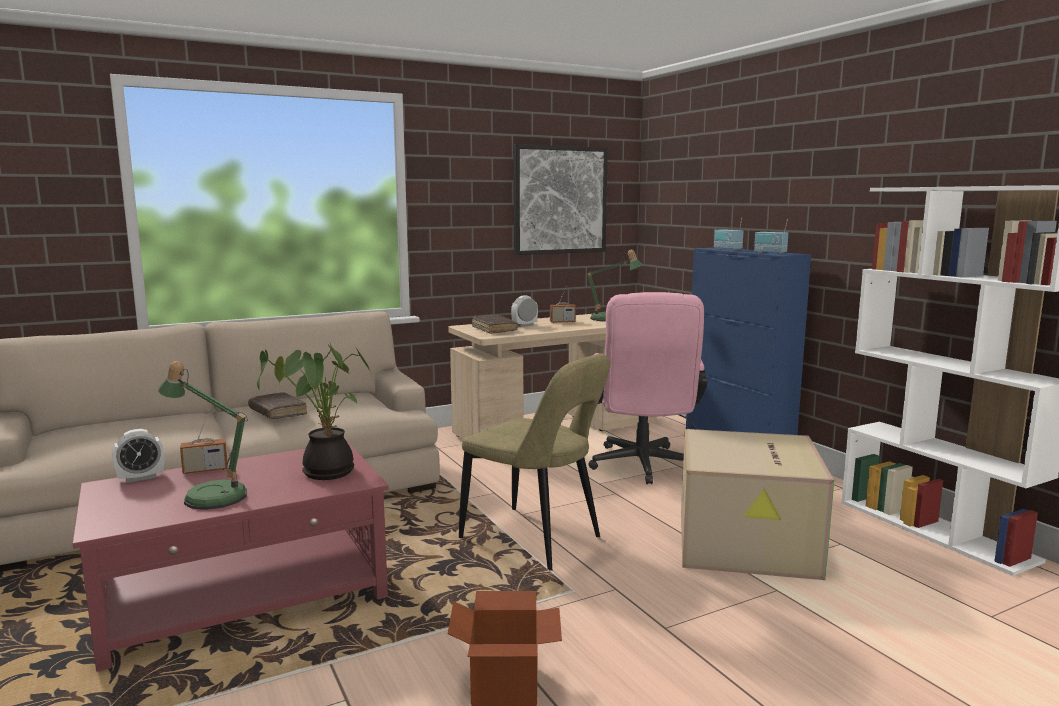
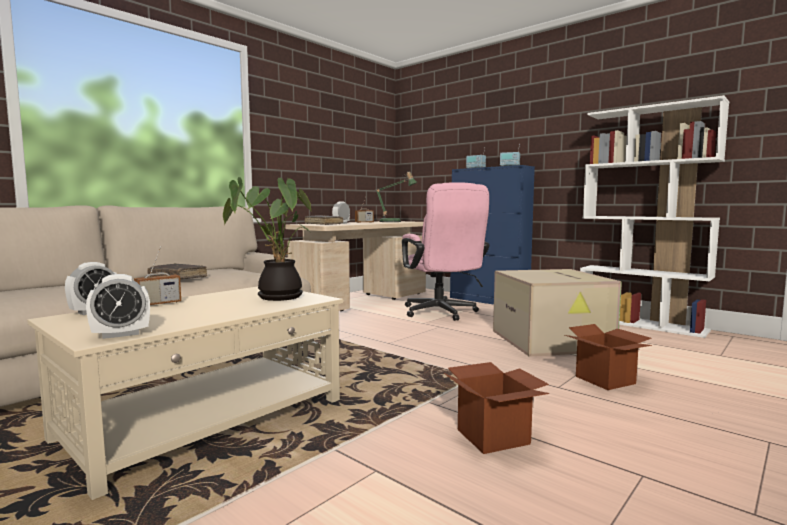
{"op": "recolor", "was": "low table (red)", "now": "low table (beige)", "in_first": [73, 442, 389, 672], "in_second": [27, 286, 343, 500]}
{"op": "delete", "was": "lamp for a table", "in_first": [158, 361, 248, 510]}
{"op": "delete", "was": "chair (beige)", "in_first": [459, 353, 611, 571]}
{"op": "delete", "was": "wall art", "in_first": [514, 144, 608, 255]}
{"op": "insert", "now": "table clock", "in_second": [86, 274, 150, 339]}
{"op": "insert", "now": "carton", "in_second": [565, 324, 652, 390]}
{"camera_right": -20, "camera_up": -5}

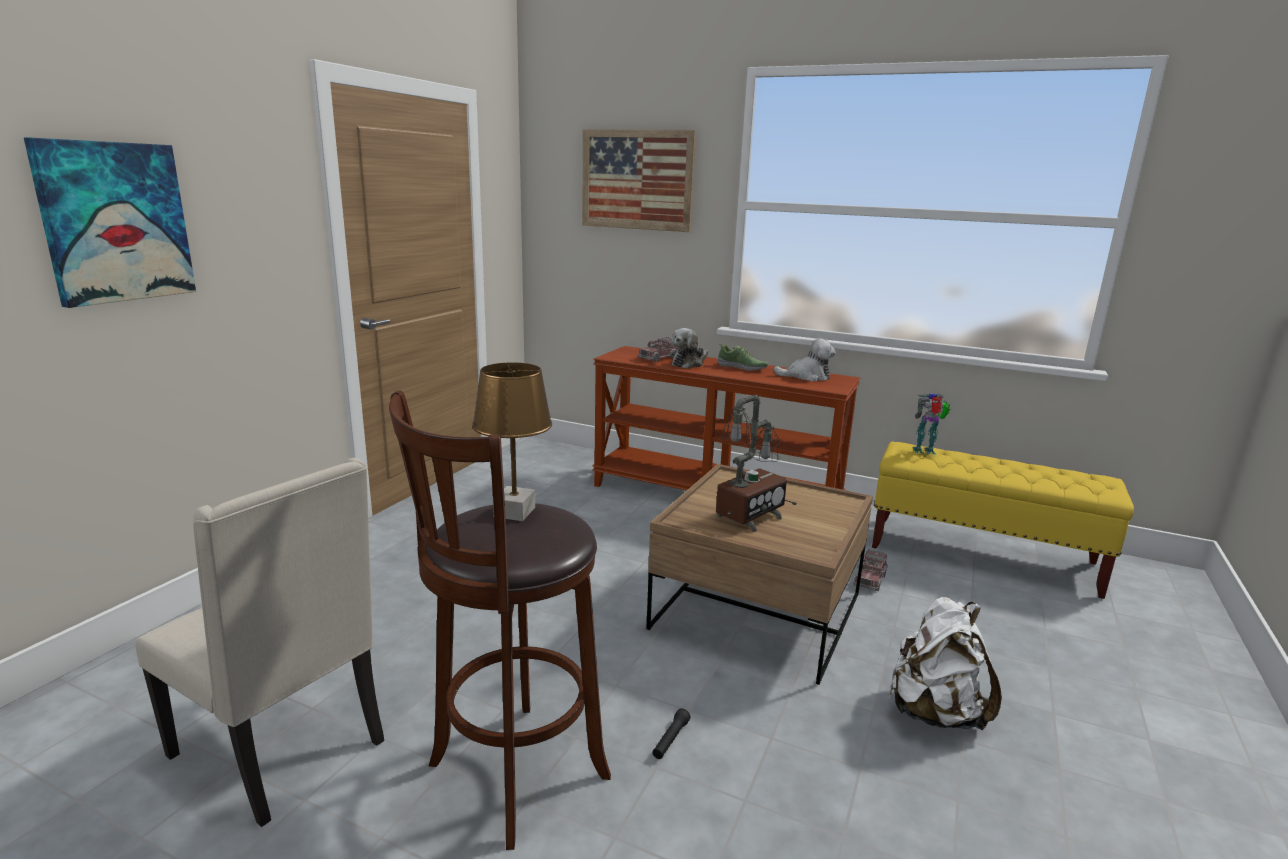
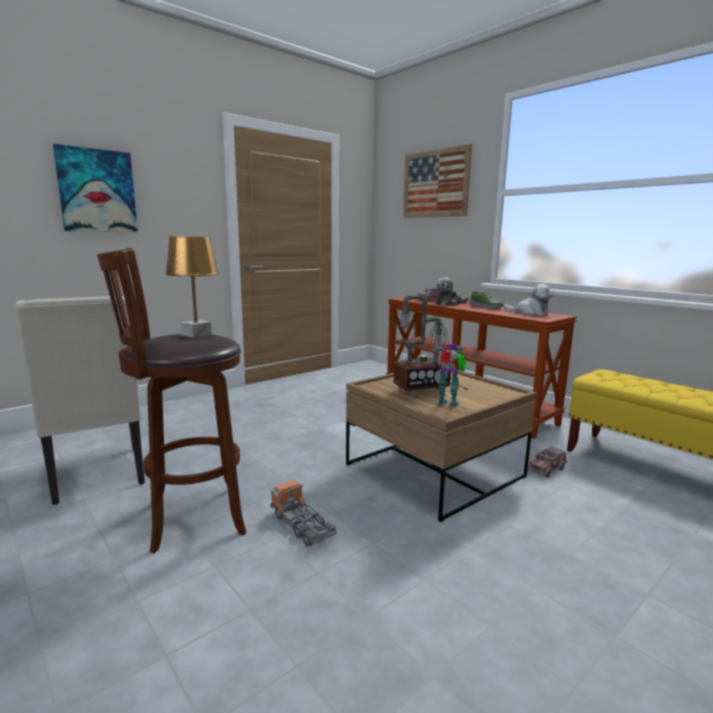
{"op": "replace", "was": "hand torch (black)", "now": "toy lorry", "in_first": [652, 708, 690, 759], "in_second": [271, 480, 337, 547]}
{"op": "delete", "was": "rucksack (white-coloured)", "in_first": [889, 597, 1002, 730]}
{"op": "move", "was": "toy robot", "in_first": [912, 393, 951, 455], "in_second": [432, 343, 467, 409]}
{"camera_right": 25, "camera_up": -5}

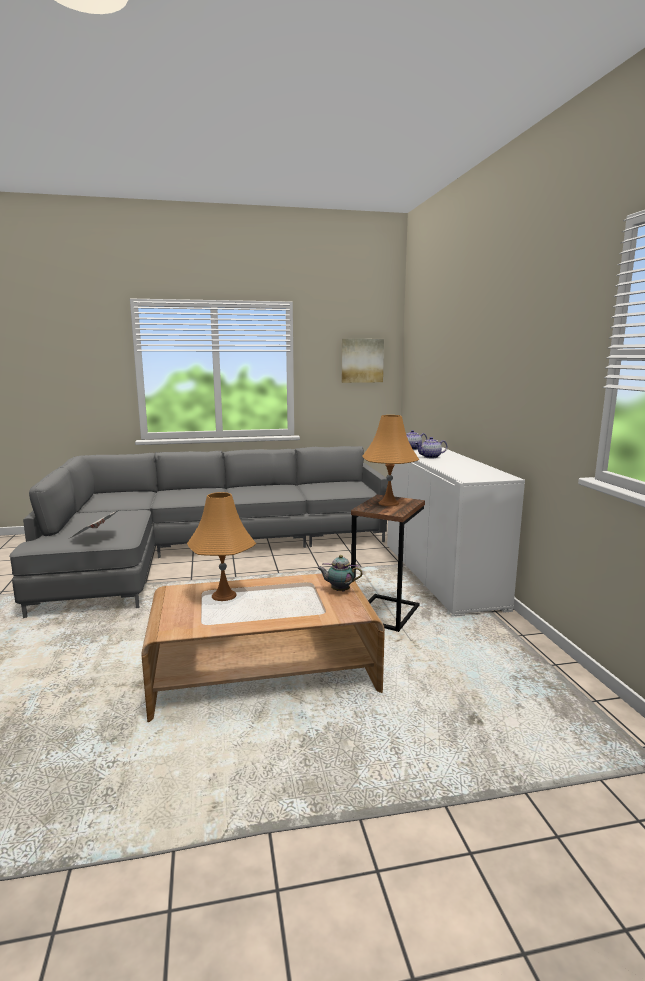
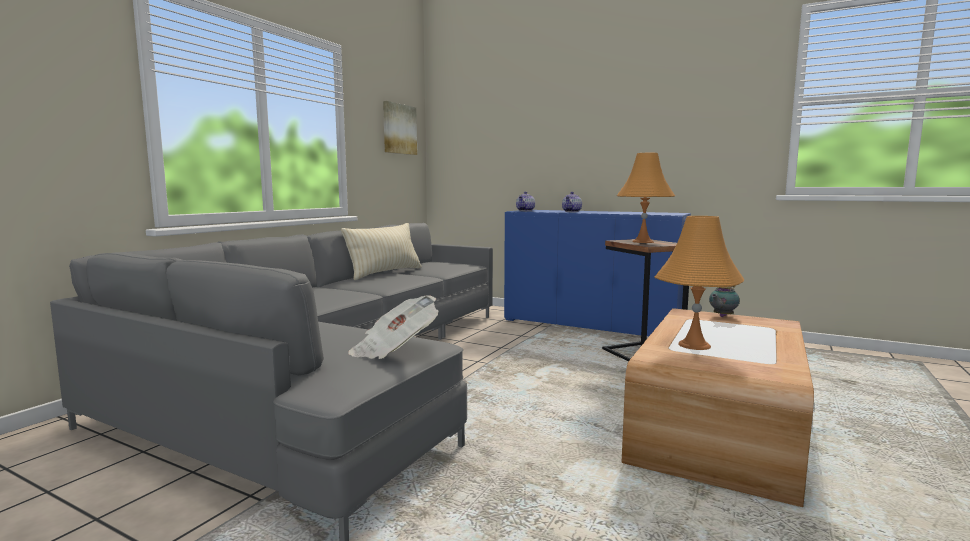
{"op": "recolor", "was": "storage cabinet (white-coloured)", "now": "storage cabinet (bluish)", "in_first": [387, 447, 525, 617], "in_second": [504, 210, 691, 336]}
{"op": "insert", "now": "throw pillow (beige)", "in_second": [341, 223, 421, 280]}
{"camera_right": -50, "camera_up": -5}

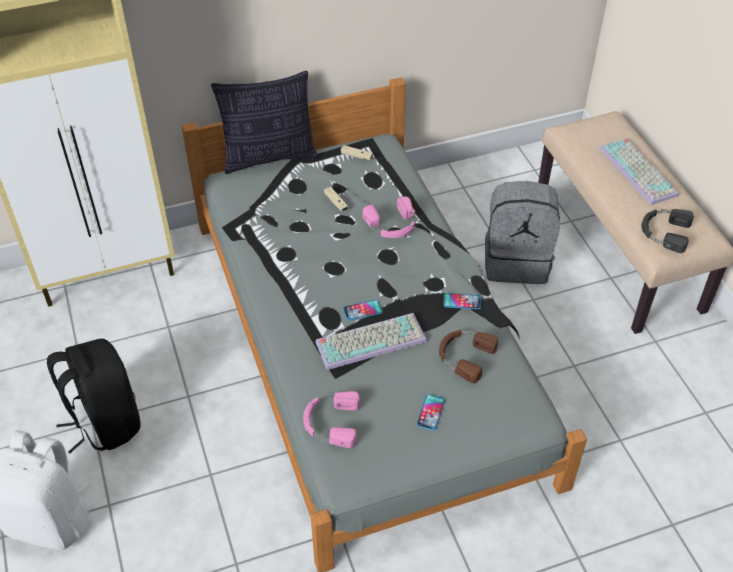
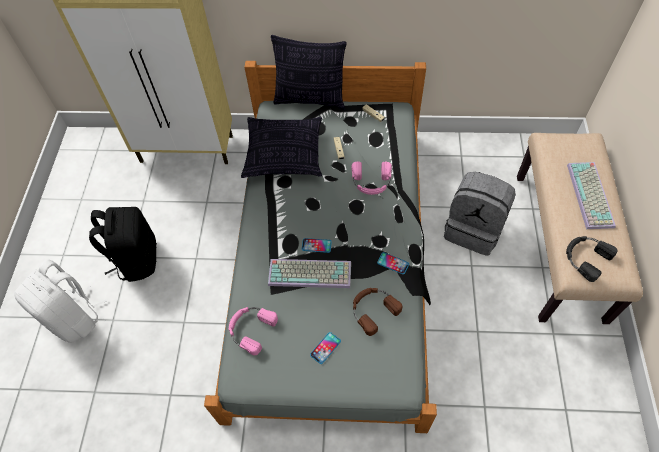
{"op": "insert", "now": "throw pillow", "in_second": [241, 117, 322, 178]}
{"camera_right": 25, "camera_up": 10}

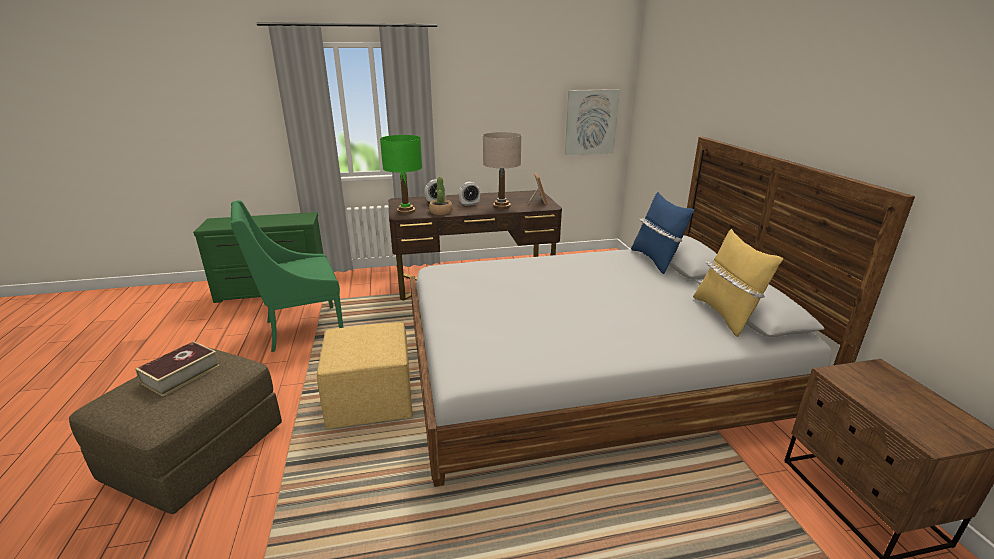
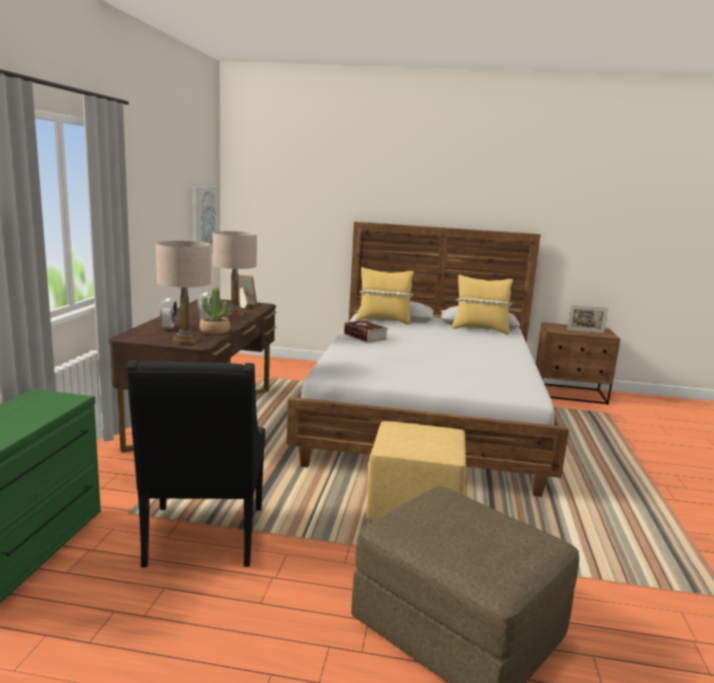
{"op": "move", "was": "book", "in_first": [135, 341, 220, 397], "in_second": [344, 320, 389, 343]}
{"op": "recolor", "was": "easy chair (green-coloured)", "now": "easy chair (black)", "in_first": [231, 200, 344, 352], "in_second": [126, 360, 265, 567]}
{"op": "recolor", "was": "lamp for a table (green-coloured)", "now": "lamp for a table (beige)", "in_first": [380, 135, 422, 214], "in_second": [156, 241, 211, 344]}
{"op": "recolor", "was": "throw pillow (bluish)", "now": "throw pillow (yellow-coloured)", "in_first": [631, 192, 694, 274], "in_second": [356, 267, 414, 325]}
{"op": "insert", "now": "standing frame", "in_second": [567, 305, 608, 333]}
{"camera_right": -70, "camera_up": -10}

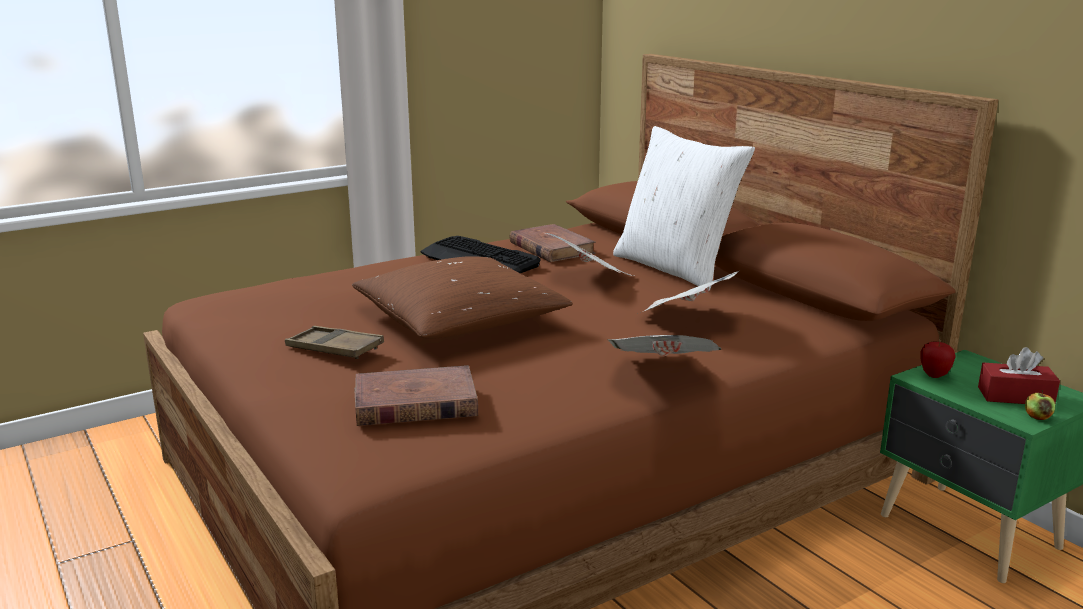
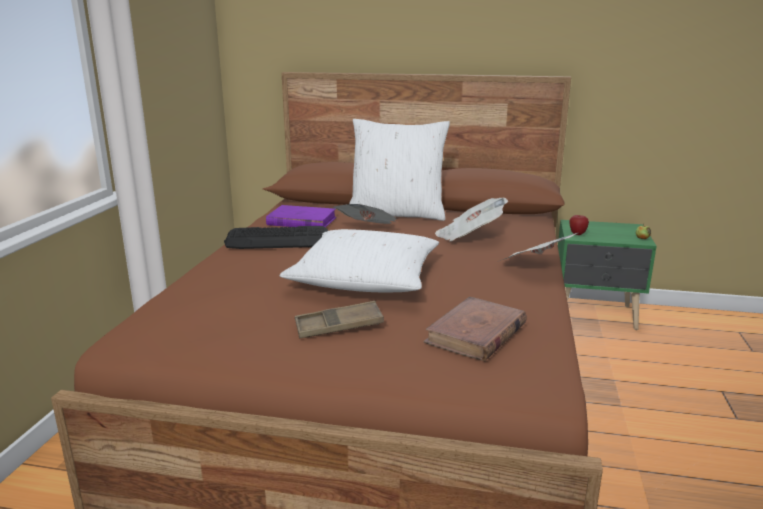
{"op": "recolor", "was": "throw pillow (brown-coloured)", "now": "throw pillow (white-coloured)", "in_first": [352, 256, 573, 339], "in_second": [279, 229, 439, 292]}
{"op": "recolor", "was": "book (brown-coloured)", "now": "book (purple)", "in_first": [509, 224, 596, 262], "in_second": [266, 205, 336, 227]}
{"op": "delete", "was": "tissue box (red)", "in_first": [978, 347, 1060, 404]}
{"camera_right": -45, "camera_up": 0}

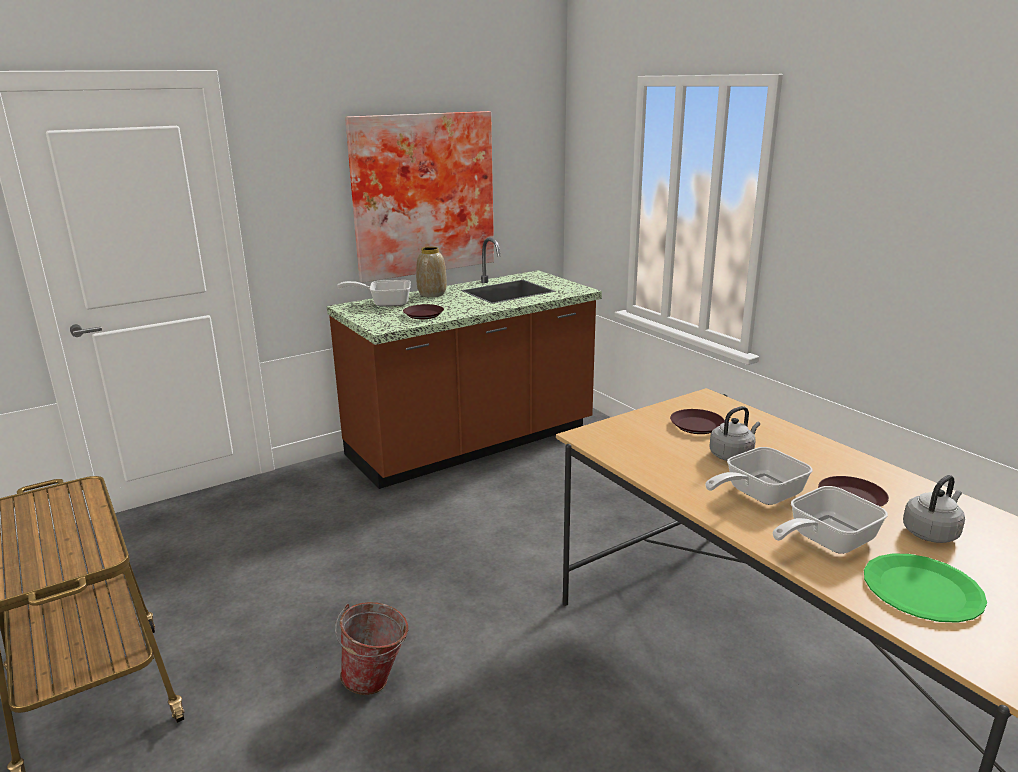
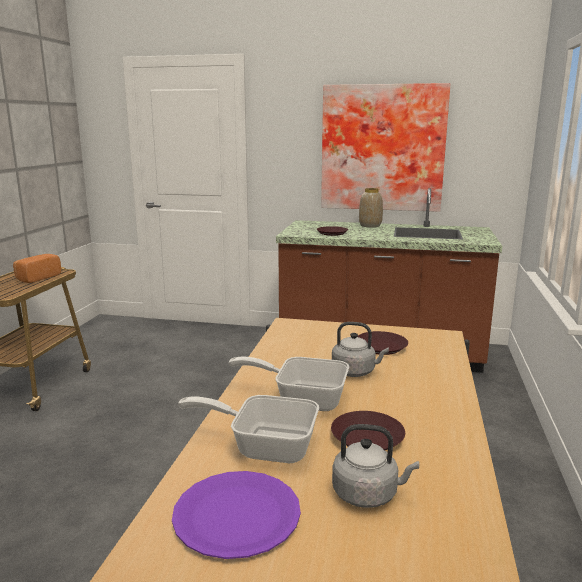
{"op": "delete", "was": "pail", "in_first": [335, 602, 409, 695]}
{"op": "delete", "was": "skillet", "in_first": [337, 280, 411, 307]}
{"op": "recolor", "was": "dinner plate (green-coloured)", "now": "dinner plate (purple)", "in_first": [864, 553, 987, 623], "in_second": [172, 471, 301, 559]}
{"op": "insert", "now": "bread", "in_second": [13, 254, 61, 283]}
{"camera_right": 45, "camera_up": -5}

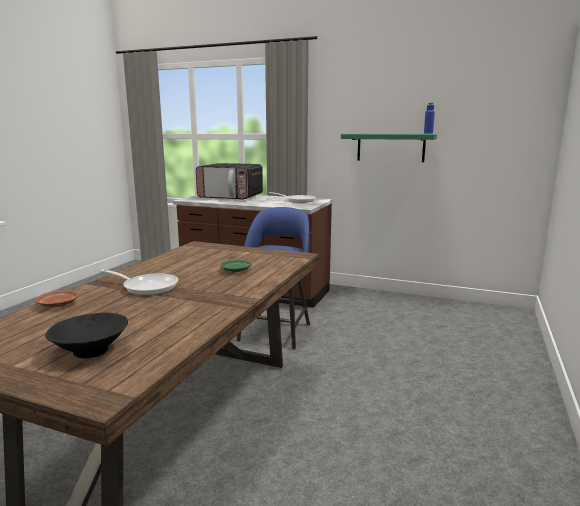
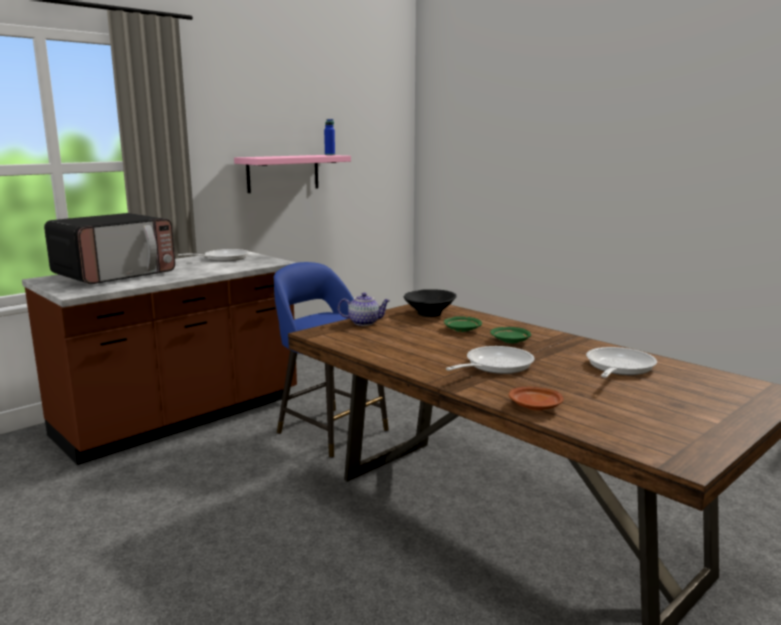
{"op": "move", "was": "deep dish (black)", "in_first": [45, 312, 128, 359], "in_second": [404, 289, 457, 317]}
{"op": "recolor", "was": "shelf (green-coloured)", "now": "shelf (pink-coloured)", "in_first": [341, 134, 437, 162], "in_second": [234, 155, 351, 193]}
{"op": "insert", "now": "tea pot", "in_second": [338, 293, 391, 326]}
{"op": "insert", "now": "dinner plate (green-coloured)", "in_second": [490, 327, 531, 343]}
{"op": "insert", "now": "skillet", "in_second": [586, 347, 657, 378]}
{"camera_right": -65, "camera_up": 0}

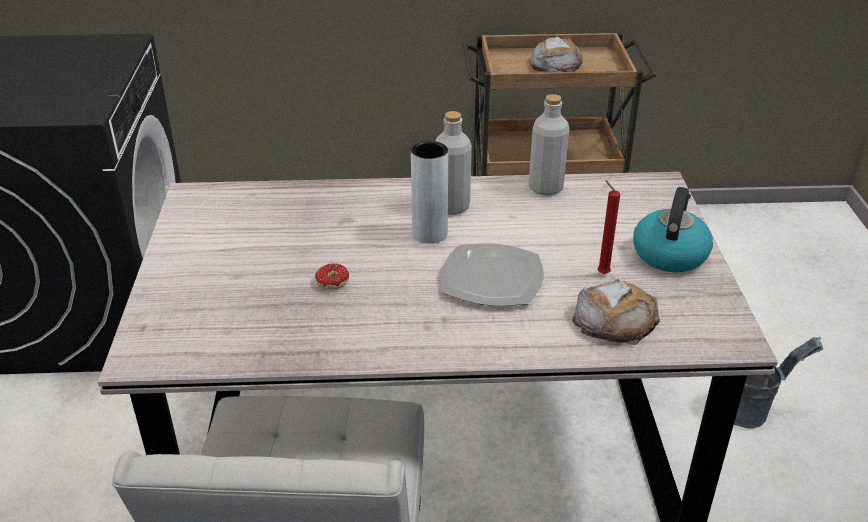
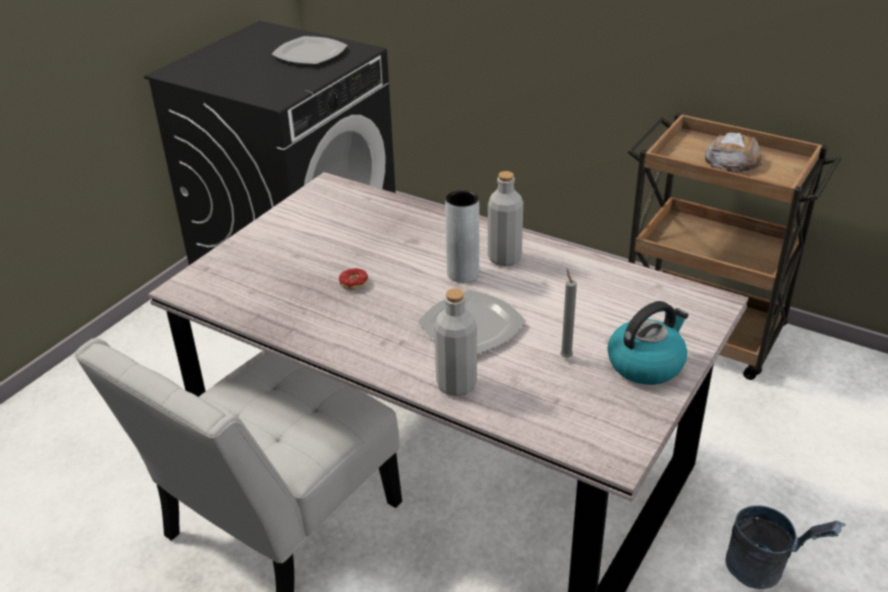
{"op": "move", "was": "beverage bottle (grey)", "in_first": [529, 94, 569, 196], "in_second": [434, 288, 477, 396]}
{"op": "delete", "was": "bread", "in_first": [572, 279, 660, 345]}
{"op": "recolor", "was": "candle (red)", "now": "candle (grey)", "in_first": [598, 180, 620, 274], "in_second": [560, 268, 577, 358]}
{"op": "insert", "now": "dinner plate", "in_second": [271, 36, 347, 64]}
{"camera_right": 35, "camera_up": 0}

